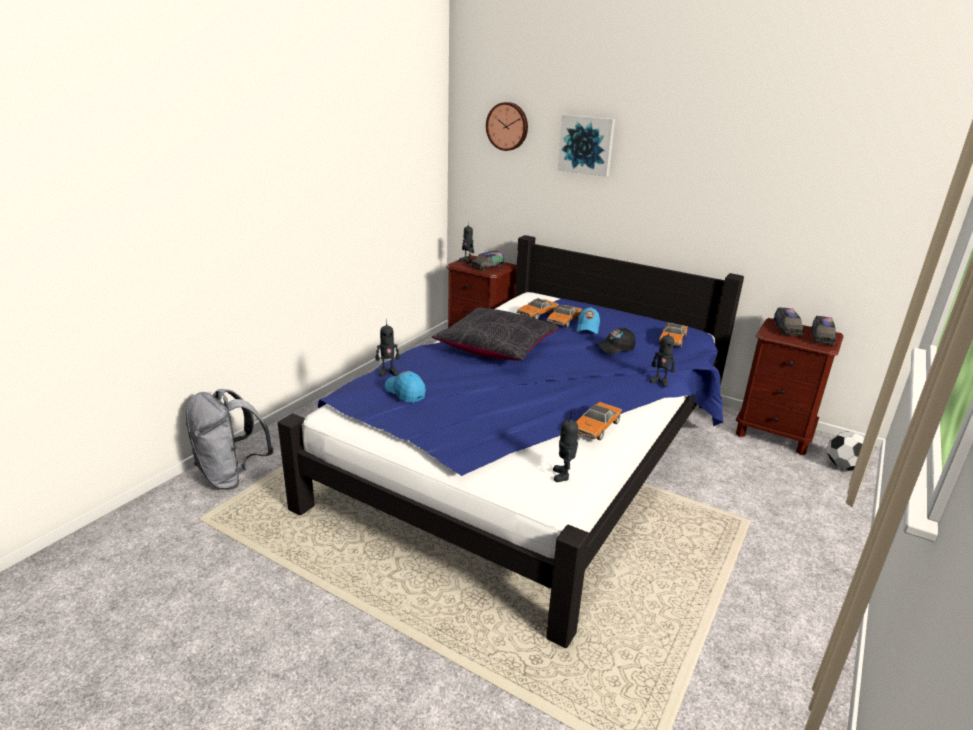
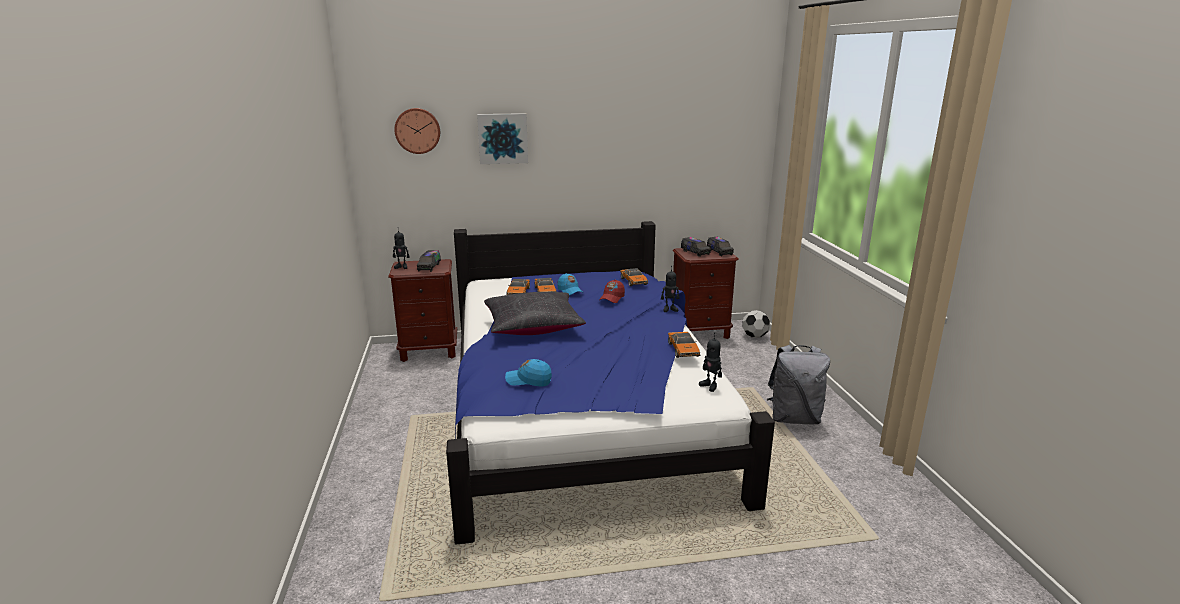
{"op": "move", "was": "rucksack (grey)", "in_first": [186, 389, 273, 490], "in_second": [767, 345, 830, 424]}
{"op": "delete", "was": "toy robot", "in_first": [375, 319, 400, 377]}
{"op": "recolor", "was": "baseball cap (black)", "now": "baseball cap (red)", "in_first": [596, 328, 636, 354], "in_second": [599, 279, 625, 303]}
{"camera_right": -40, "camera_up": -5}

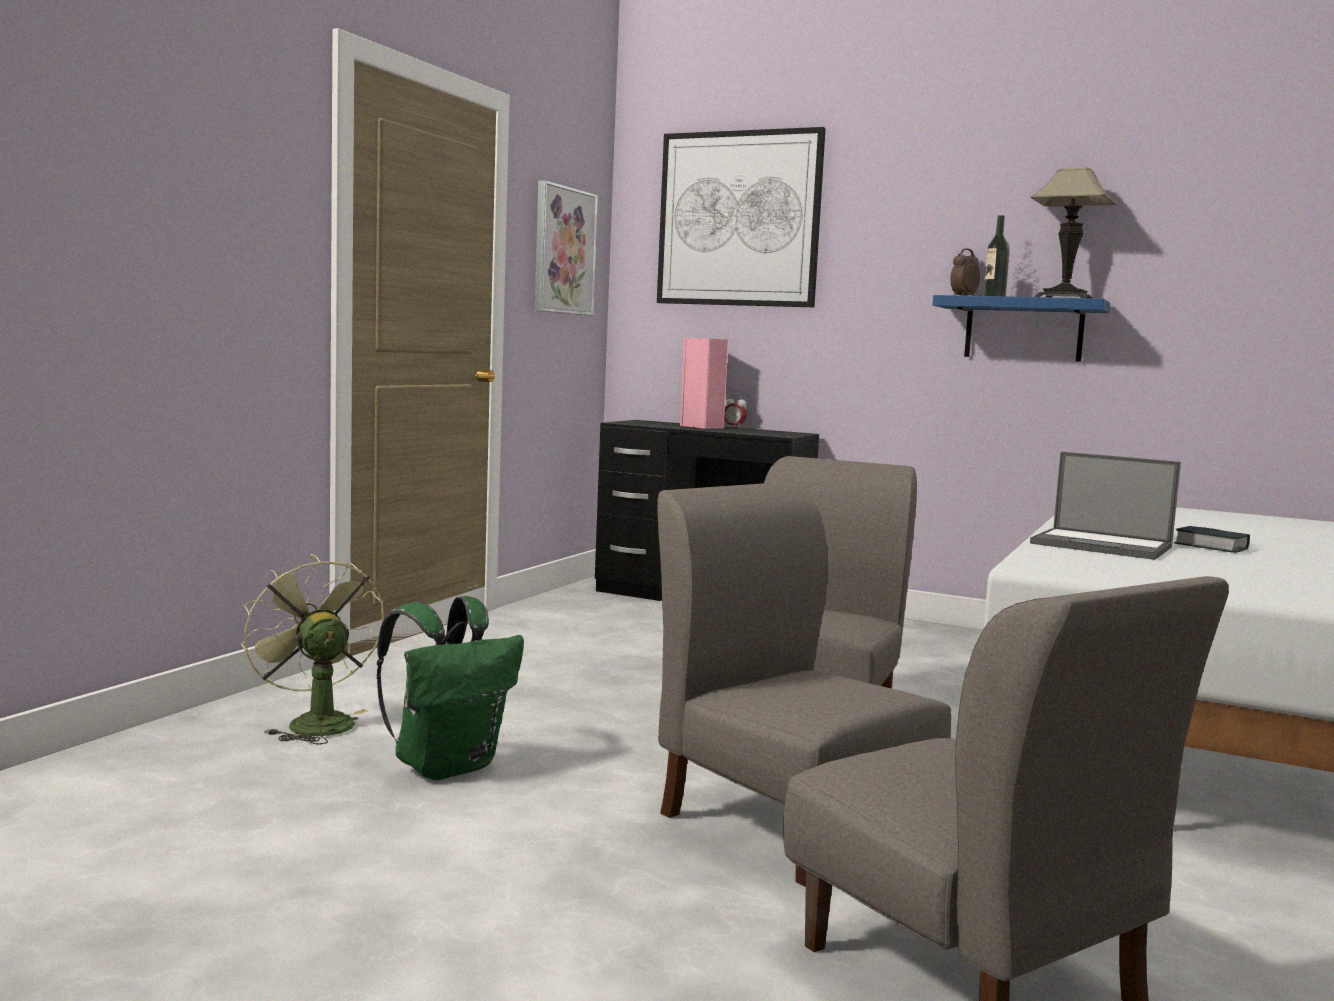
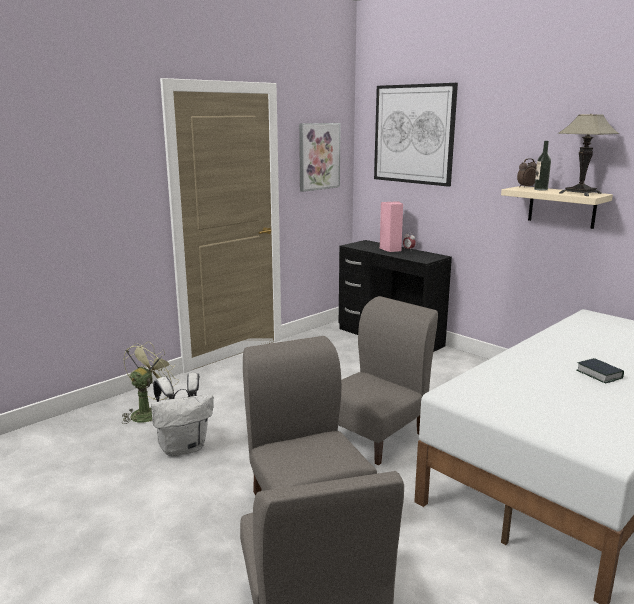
{"op": "rotate", "was": "fan (green-coloured)", "in_first": [241, 554, 384, 745], "in_second": [122, 341, 179, 424], "clockwise": 45}
{"op": "recolor", "was": "rucksack (green-coloured)", "now": "rucksack (white-coloured)", "in_first": [377, 596, 524, 780], "in_second": [151, 373, 214, 457]}
{"op": "recolor", "was": "shelf (bluish)", "now": "shelf (beige)", "in_first": [933, 295, 1110, 362], "in_second": [501, 186, 613, 229]}
{"op": "delete", "was": "portable computer", "in_first": [1030, 452, 1181, 560]}
{"camera_right": 20, "camera_up": 10}

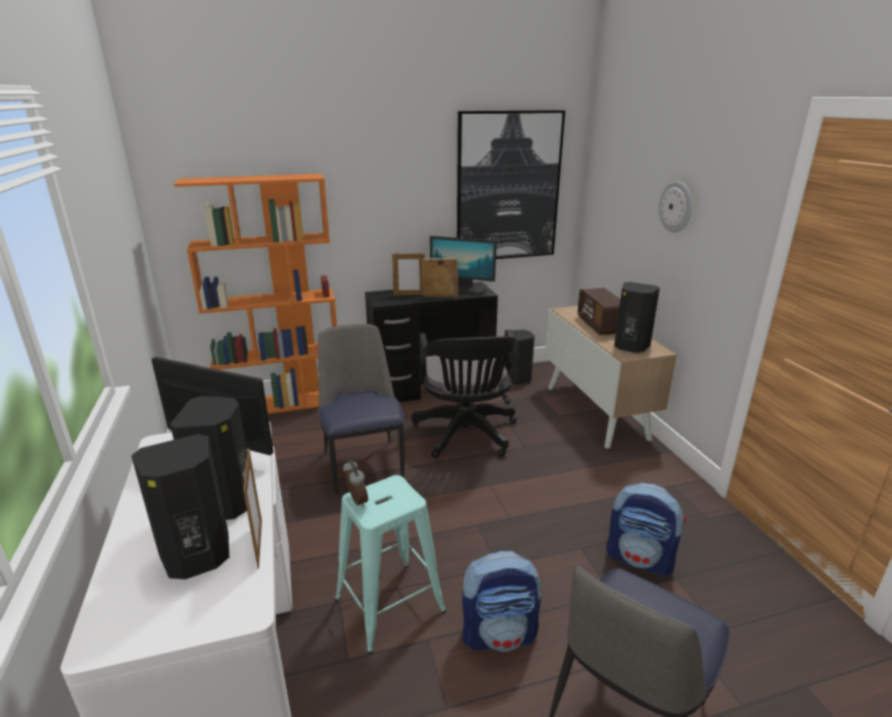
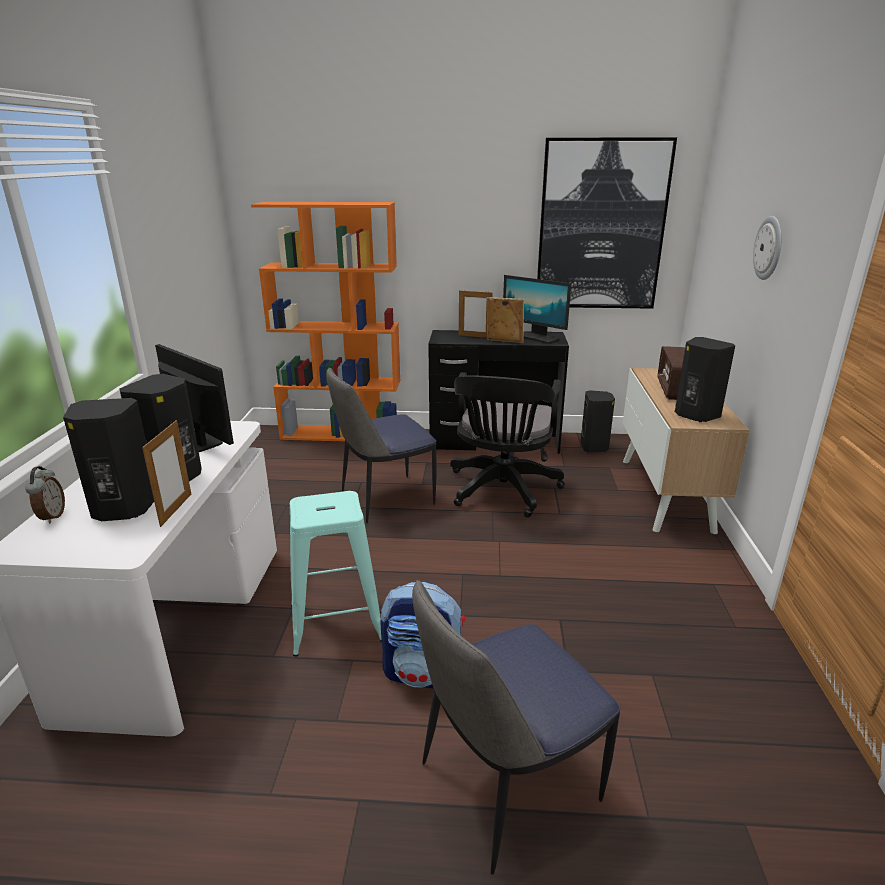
{"op": "rotate", "was": "chair", "in_first": [318, 324, 405, 494], "in_second": [326, 367, 437, 523], "clockwise": -120}
{"op": "move", "was": "table clock", "in_first": [343, 460, 368, 507], "in_second": [25, 466, 65, 524]}
{"op": "delete", "was": "rucksack", "in_first": [606, 483, 686, 576]}
{"camera_right": 20, "camera_up": 0}

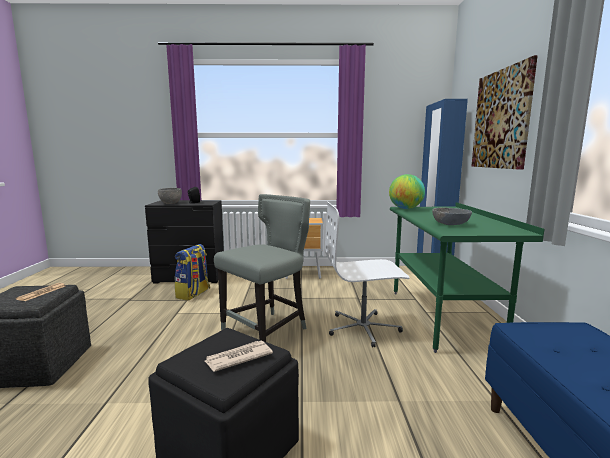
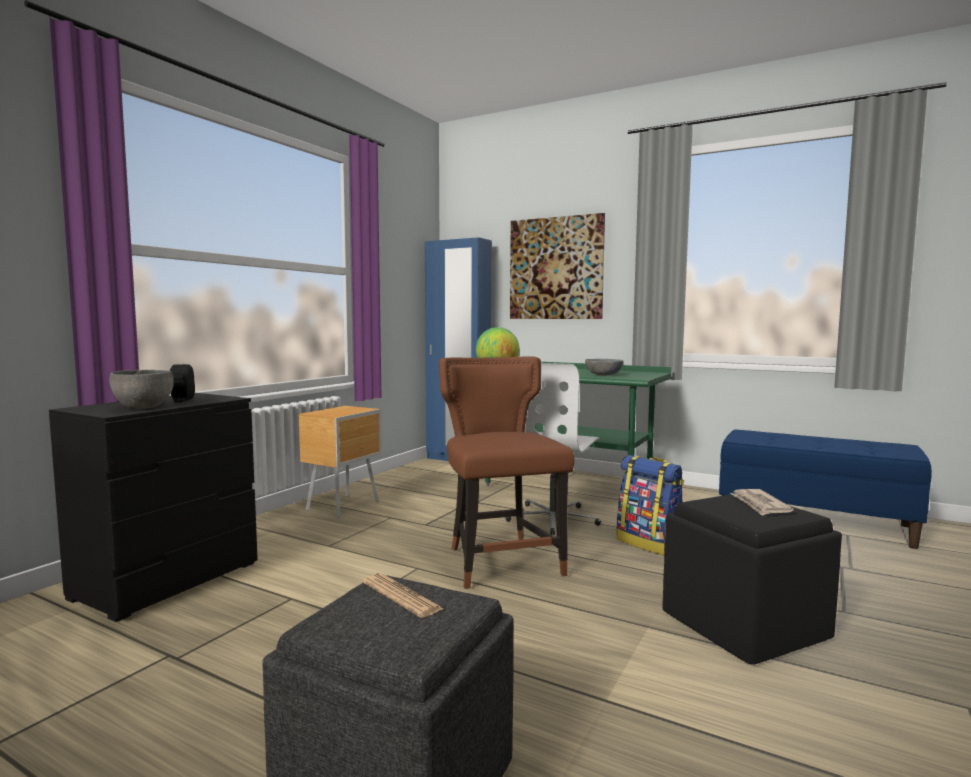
{"op": "move", "was": "rucksack", "in_first": [175, 244, 210, 301], "in_second": [616, 455, 684, 555]}
{"op": "recolor", "was": "chair (grey)", "now": "chair (brown-coloured)", "in_first": [214, 194, 310, 342], "in_second": [439, 356, 574, 589]}
{"camera_right": -60, "camera_up": -5}

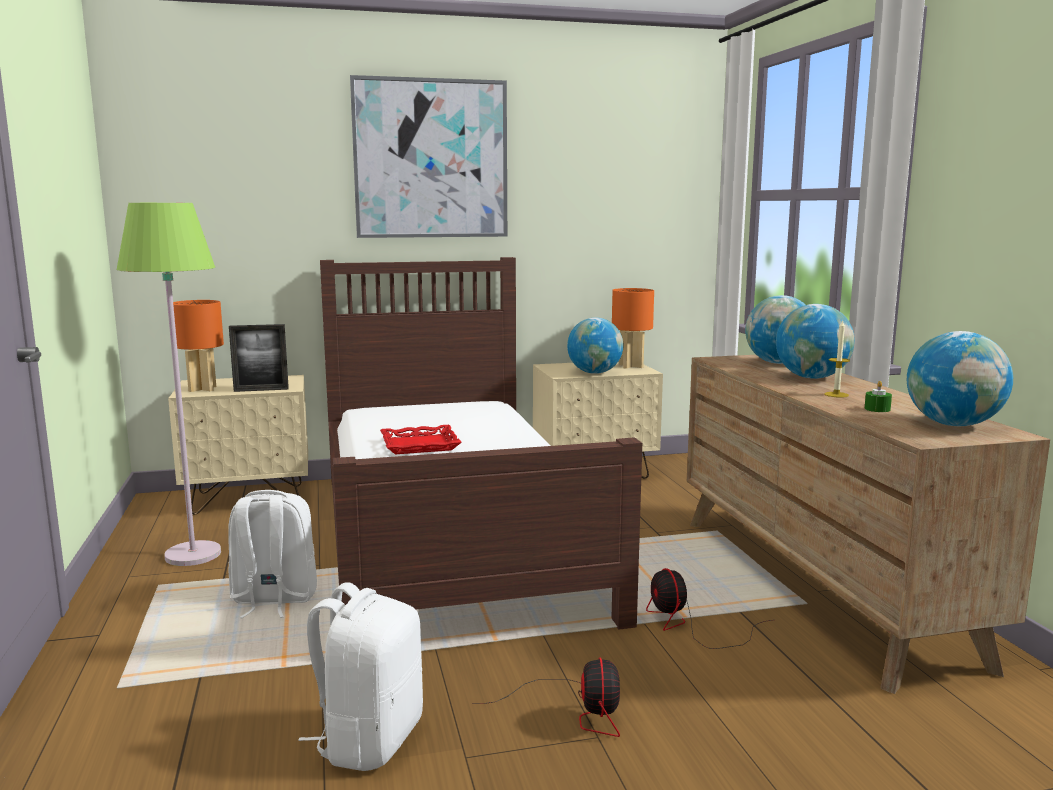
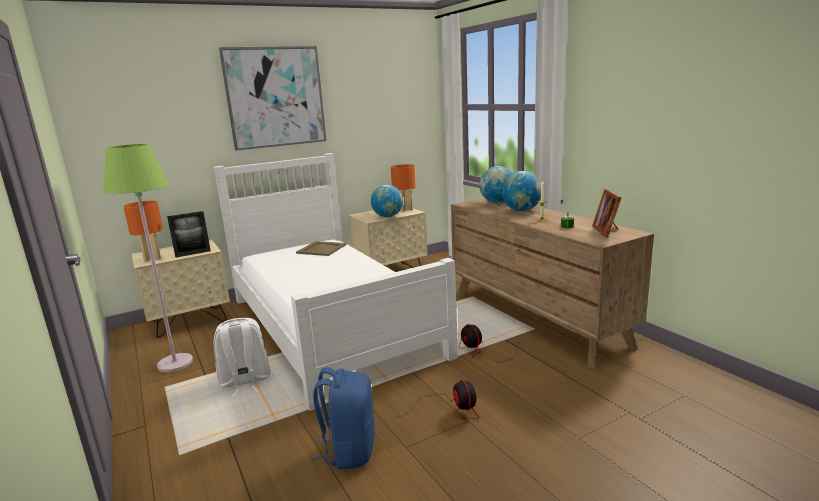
{"op": "recolor", "was": "rucksack (white-coloured)", "now": "rucksack (bluish)", "in_first": [298, 583, 423, 771], "in_second": [311, 367, 375, 469]}
{"op": "recolor", "was": "sleeping bed (brown-coloured)", "now": "sleeping bed (white-coloured)", "in_first": [320, 257, 642, 630], "in_second": [214, 153, 458, 411]}
{"op": "delete", "was": "carrying tray (red)", "in_first": [380, 425, 462, 454]}
{"op": "replace", "was": "world globe", "now": "standing frame", "in_first": [907, 331, 1013, 426], "in_second": [592, 189, 621, 238]}
{"op": "insert", "now": "carrying tray (beige)", "in_second": [296, 241, 346, 256]}
{"camera_right": -15, "camera_up": 5}

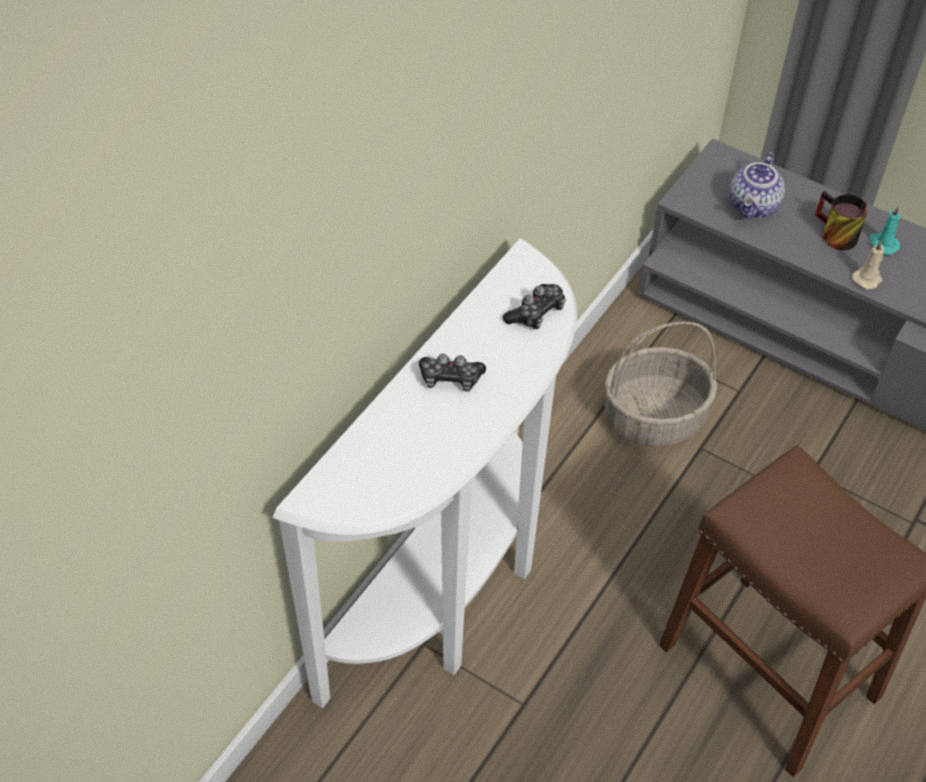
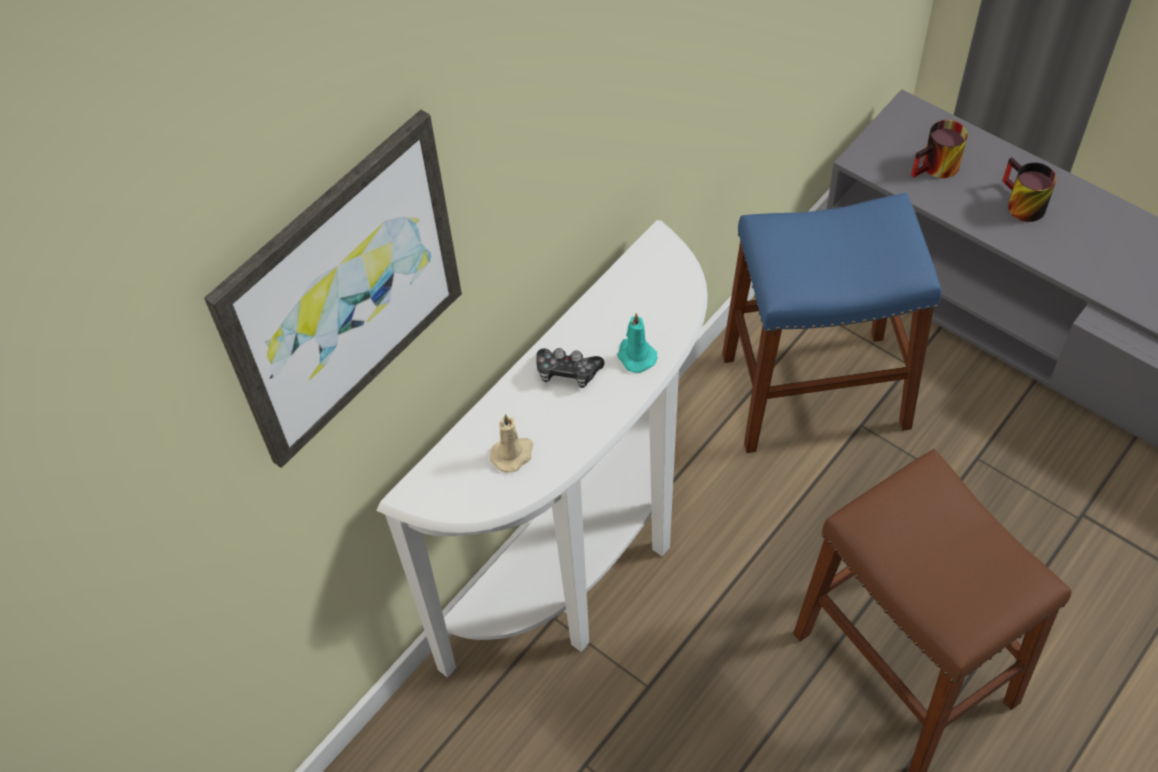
{"op": "delete", "was": "game controller", "in_first": [503, 284, 566, 329]}
{"op": "replace", "was": "storage basket", "now": "sitting stool (bluish)", "in_first": [605, 322, 718, 446], "in_second": [722, 193, 941, 453]}
{"op": "replace", "was": "tea pot", "now": "tea mug", "in_first": [730, 152, 785, 219], "in_second": [911, 120, 968, 178]}
{"op": "move", "was": "candle (beige)", "in_first": [852, 241, 884, 290], "in_second": [490, 414, 533, 472]}
{"op": "move", "was": "candle (blue-green)", "in_first": [869, 206, 900, 255], "in_second": [617, 313, 657, 373]}
{"op": "insert", "now": "wall art", "in_second": [204, 110, 462, 468]}
{"camera_right": 10, "camera_up": 5}

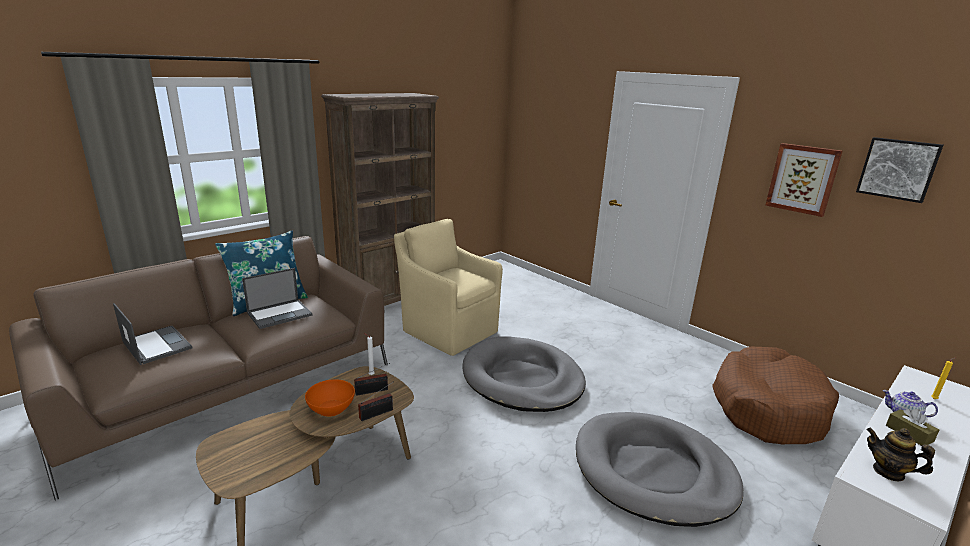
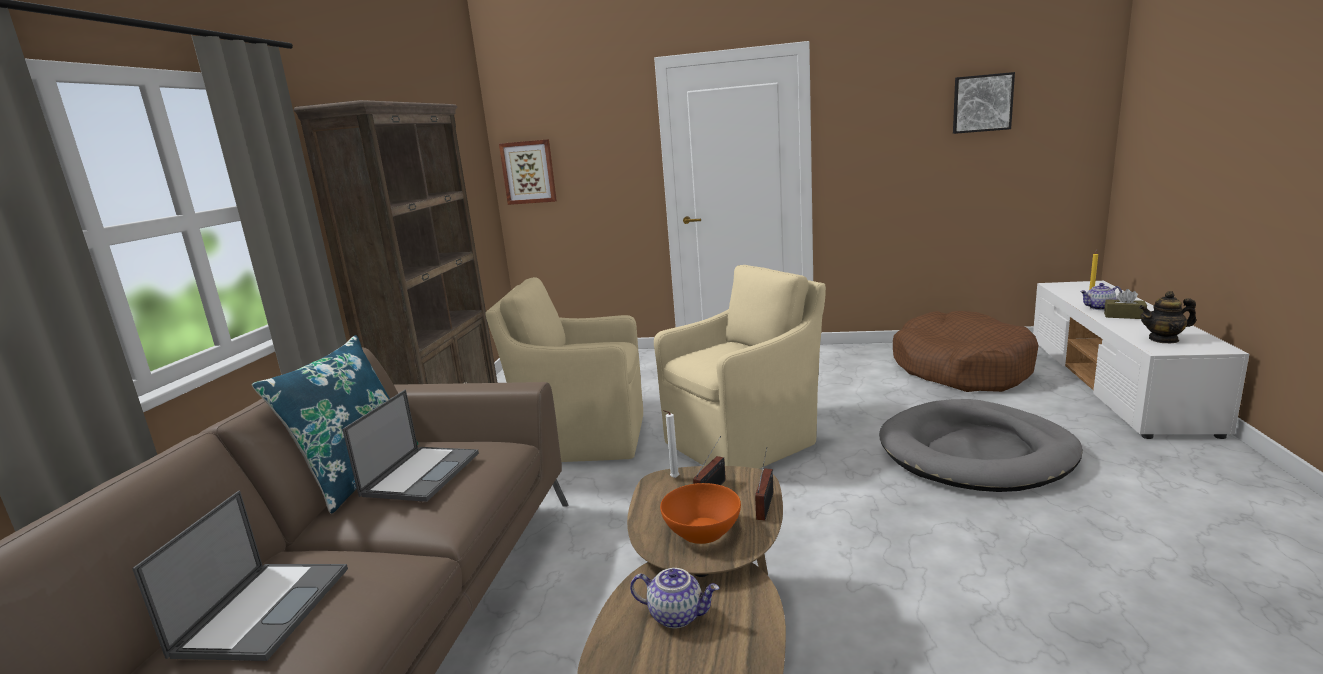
{"op": "rotate", "was": "portable computer", "in_first": [113, 303, 193, 365], "in_second": [132, 491, 348, 661], "clockwise": 90}
{"op": "replace", "was": "pet bed (grey)", "now": "easy chair (beige)", "in_first": [462, 336, 586, 412], "in_second": [654, 265, 826, 469]}
{"op": "move", "was": "wall art", "in_first": [766, 143, 843, 217], "in_second": [499, 139, 557, 205]}
{"op": "insert", "now": "tea pot", "in_second": [630, 568, 719, 629]}
{"camera_right": -35, "camera_up": -5}

